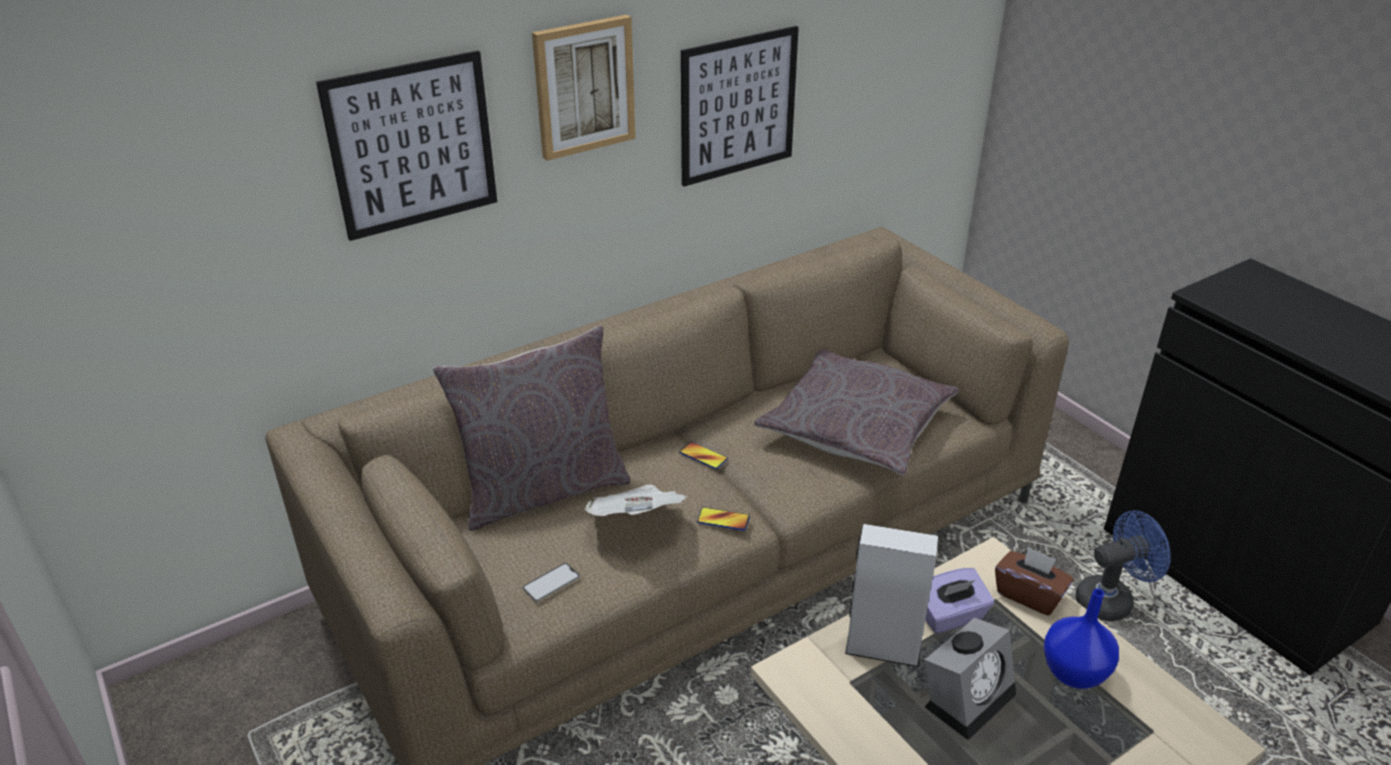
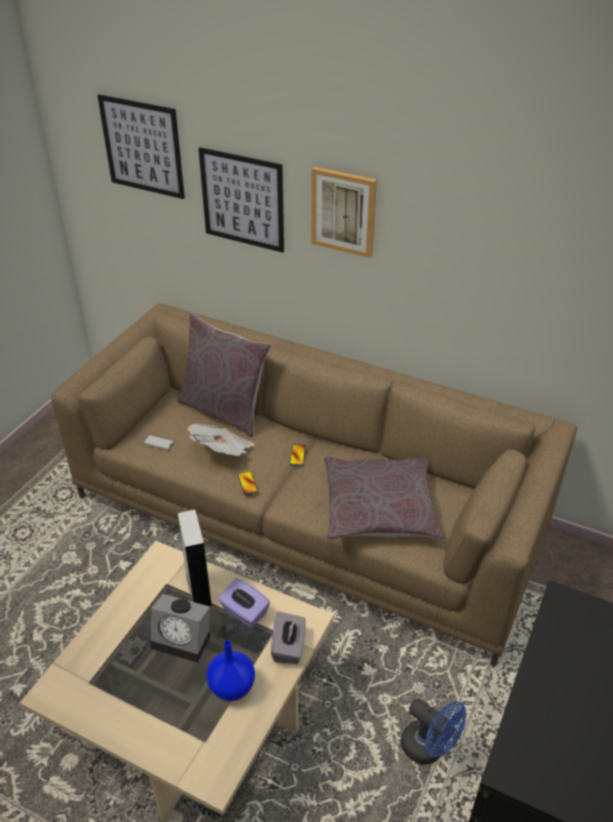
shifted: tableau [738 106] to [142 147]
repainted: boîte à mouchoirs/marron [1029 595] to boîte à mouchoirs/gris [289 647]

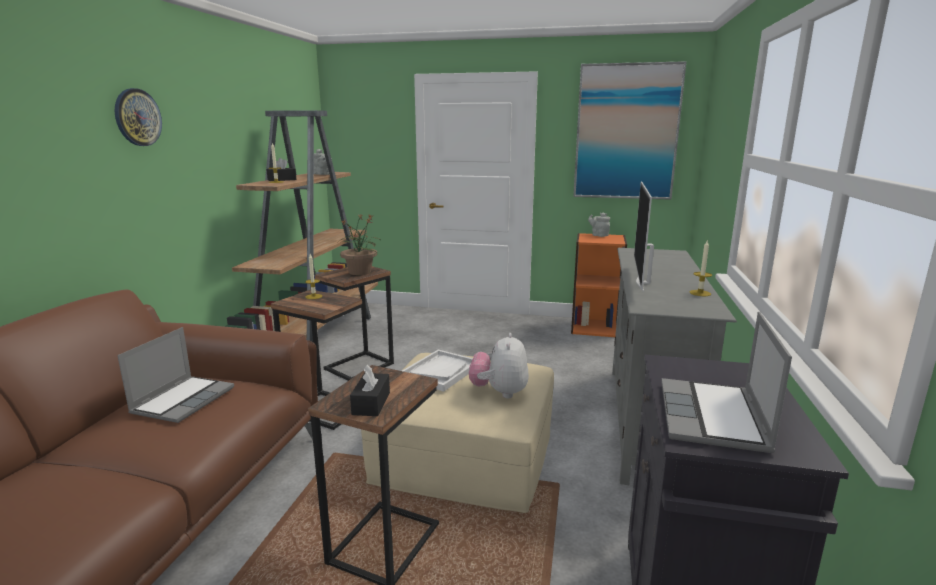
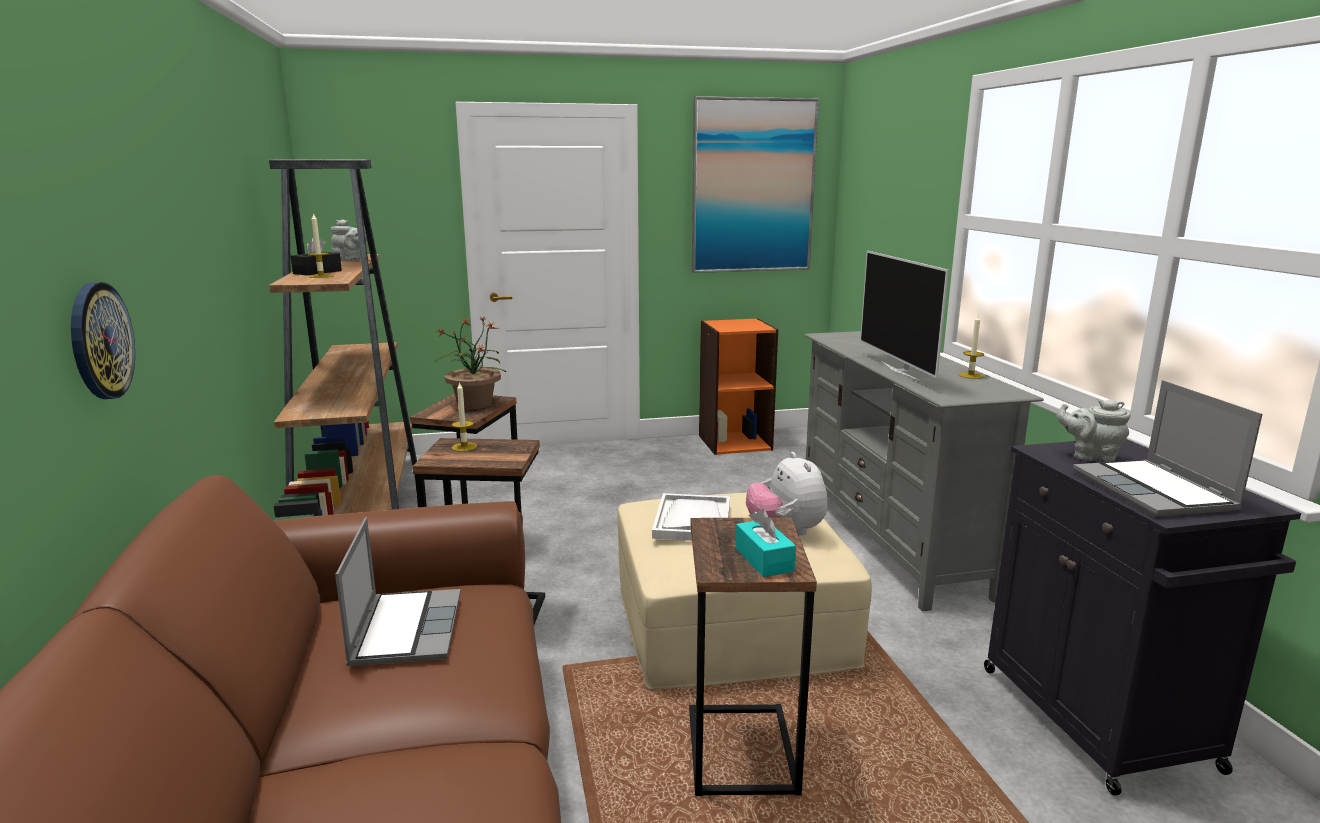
shifted: horloge murale [137 117] to [100 341]; théière/gris [599 235] to [1090 457]
repainted: boîte à mouchoirs/noir [371 403] to boîte à mouchoirs/turquoise [764 560]

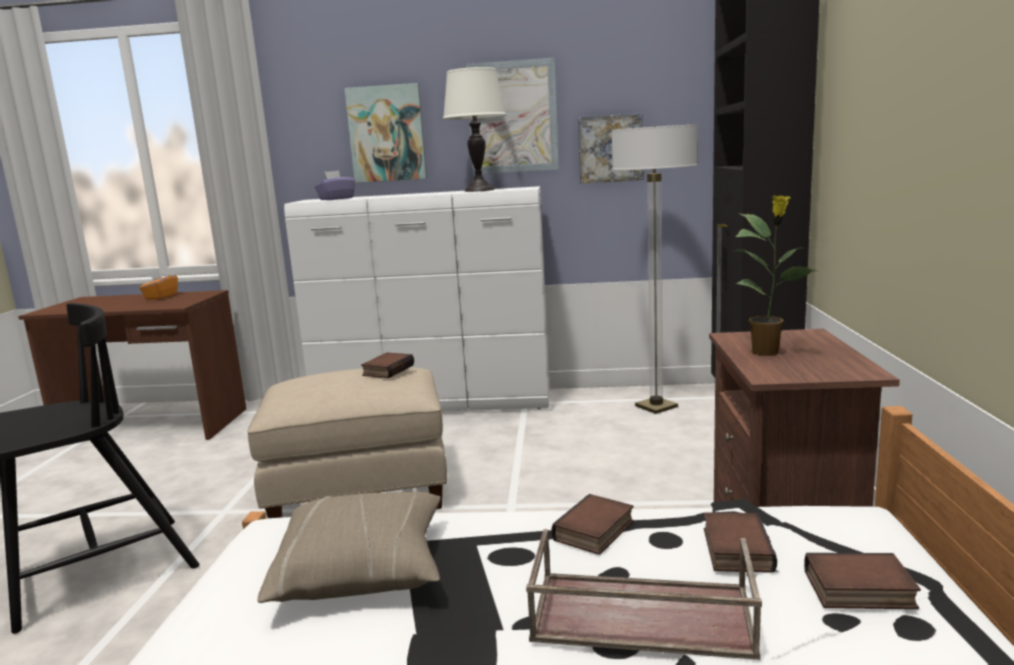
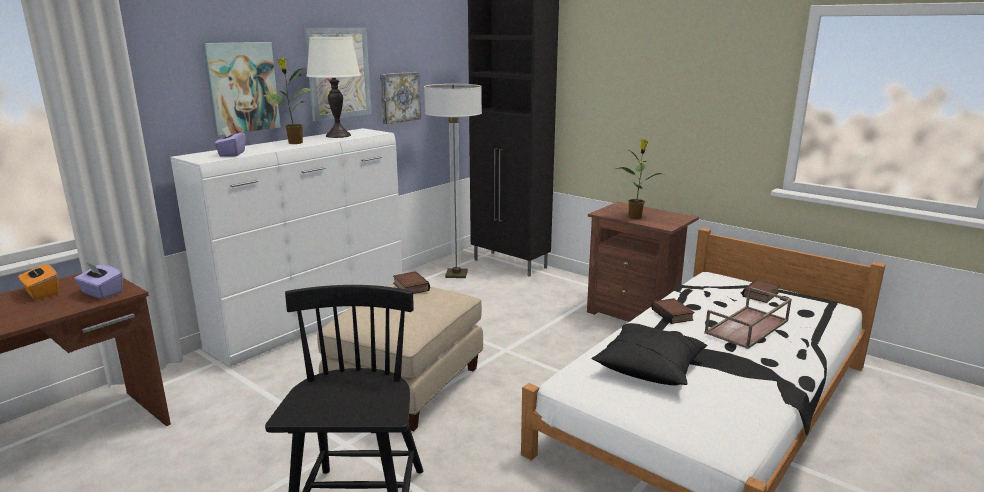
gone: livre [734 549]
new: boîte à mouchoirs/violet [101 293]; plante en pot [294 143]
repainted: coussin/beige [362 570] to coussin/noir [649 367]

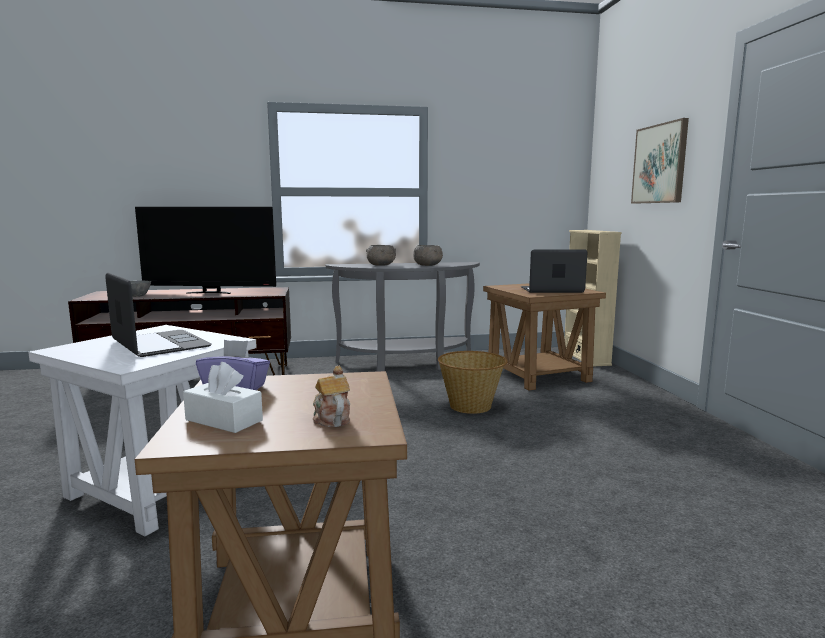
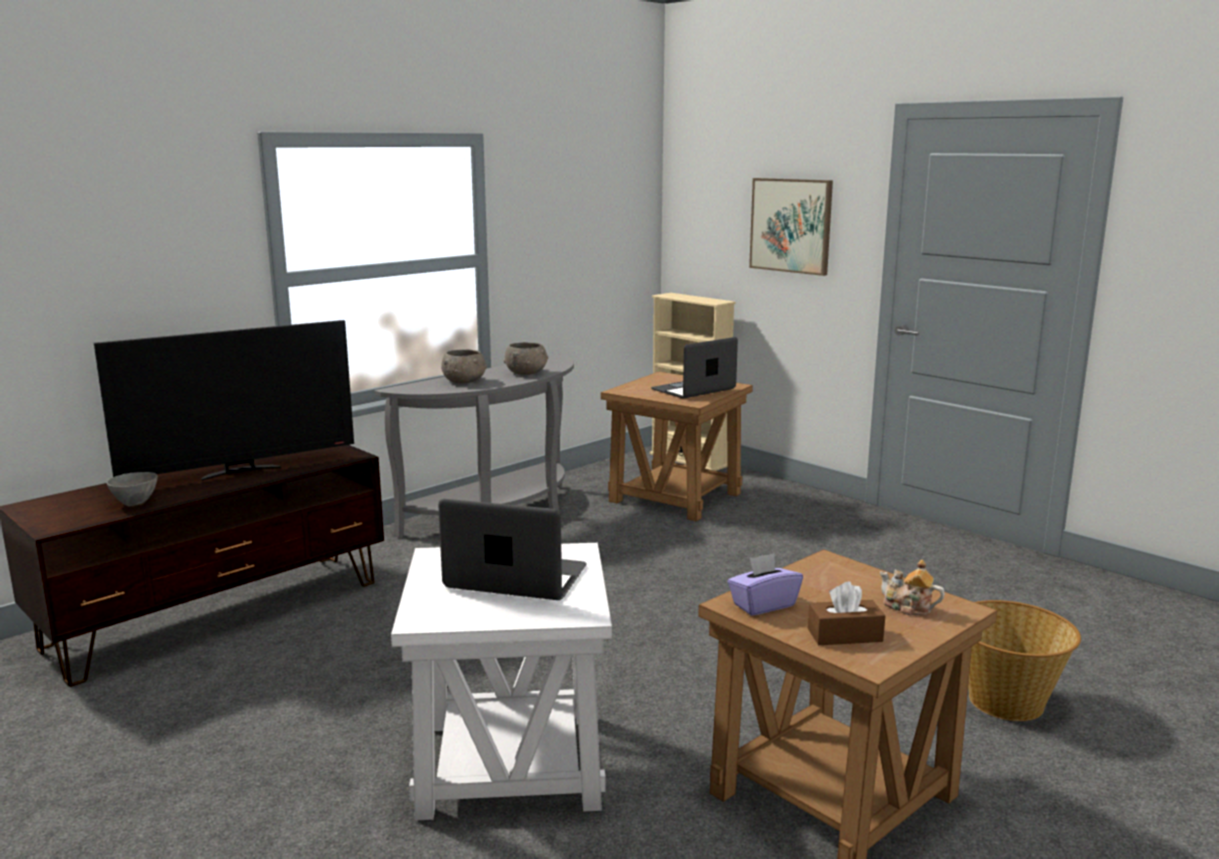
shifted: panier [471 406] to [1006 701]
repainted: boîte à mouchoirs/blanc [224 420] to boîte à mouchoirs/marron [844 635]

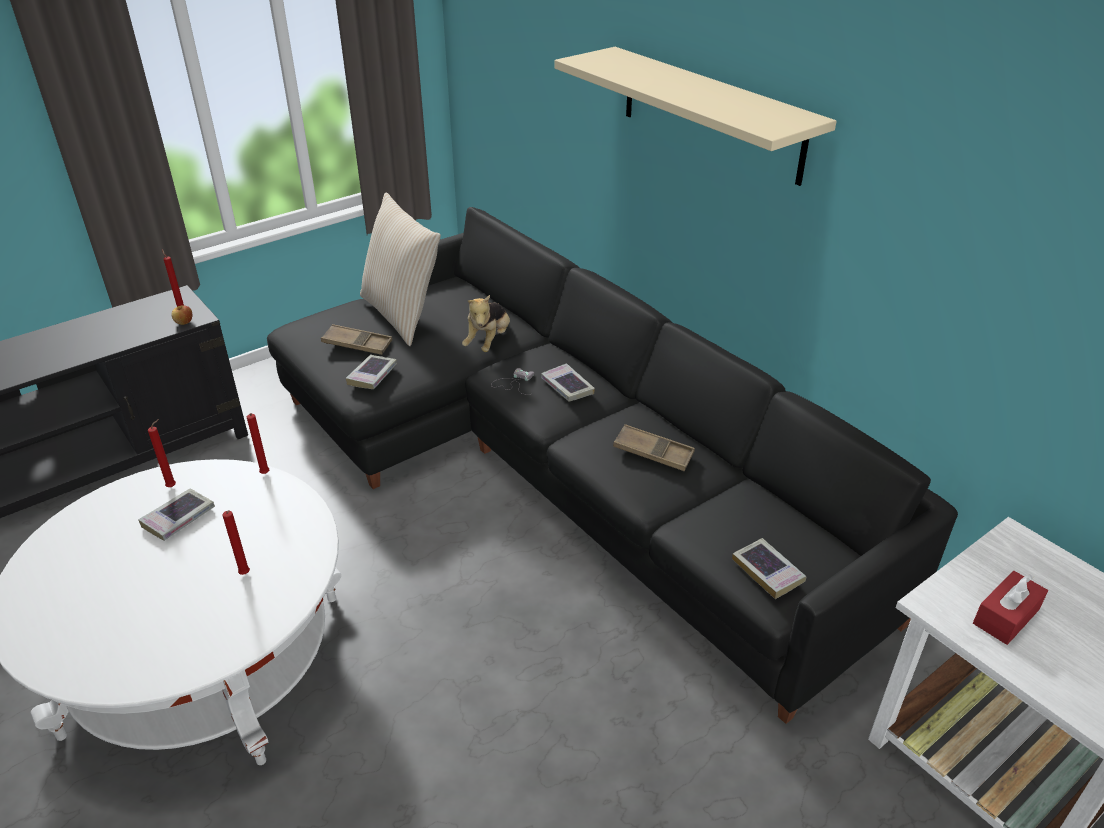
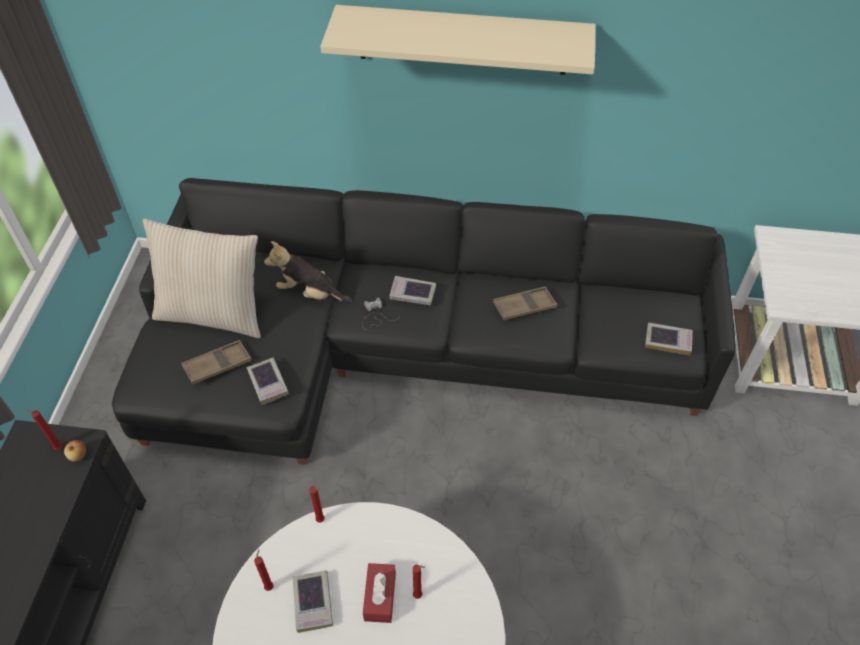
shifted: boîte à mouchoirs/rouge [1005 616] to [380 596]
rotated: peluche [488 342] = [309 293] 135 degrees clockwise

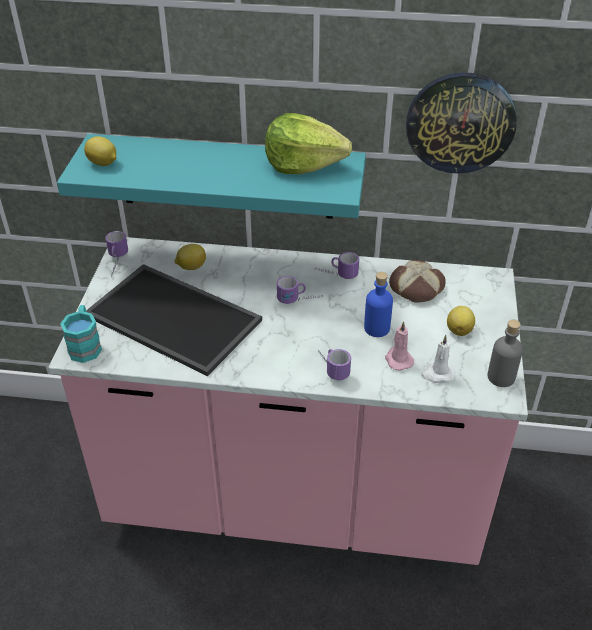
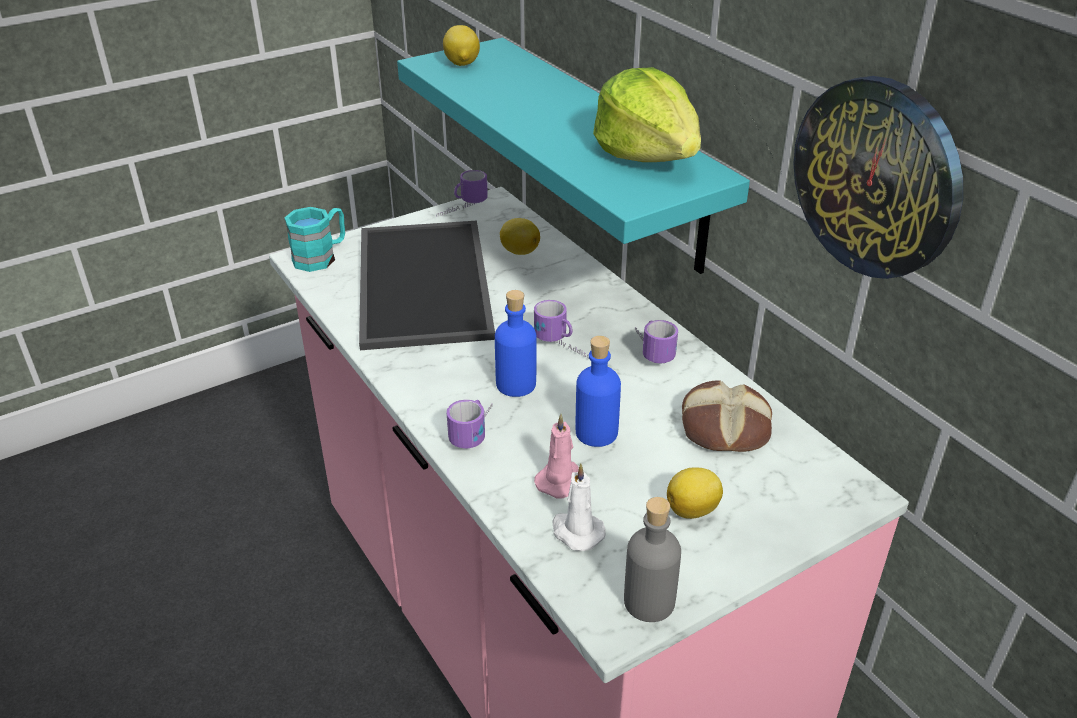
new: bouteille/bleu [516 384]

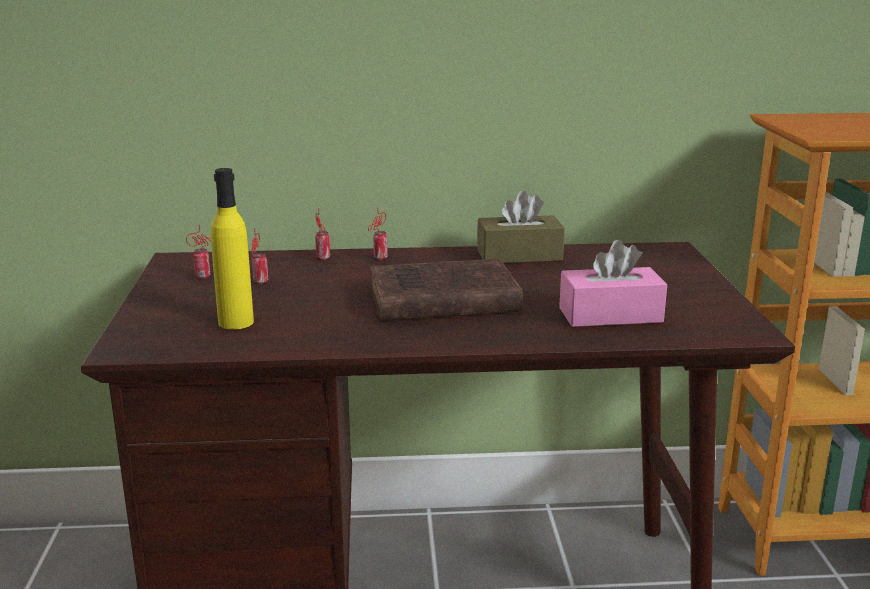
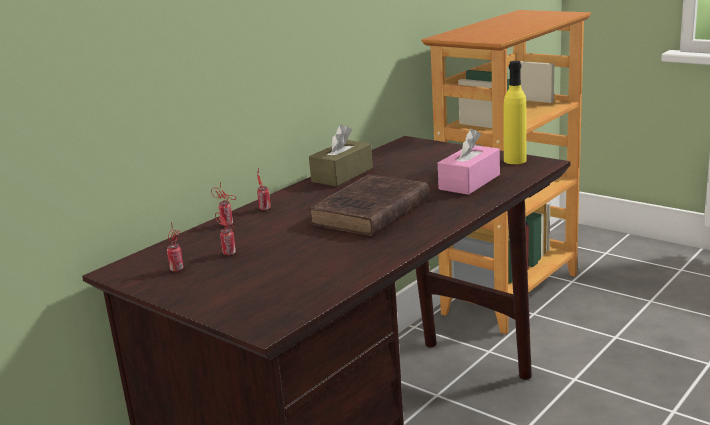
shifted: bouteille/jaune [236 322] to [515 160]

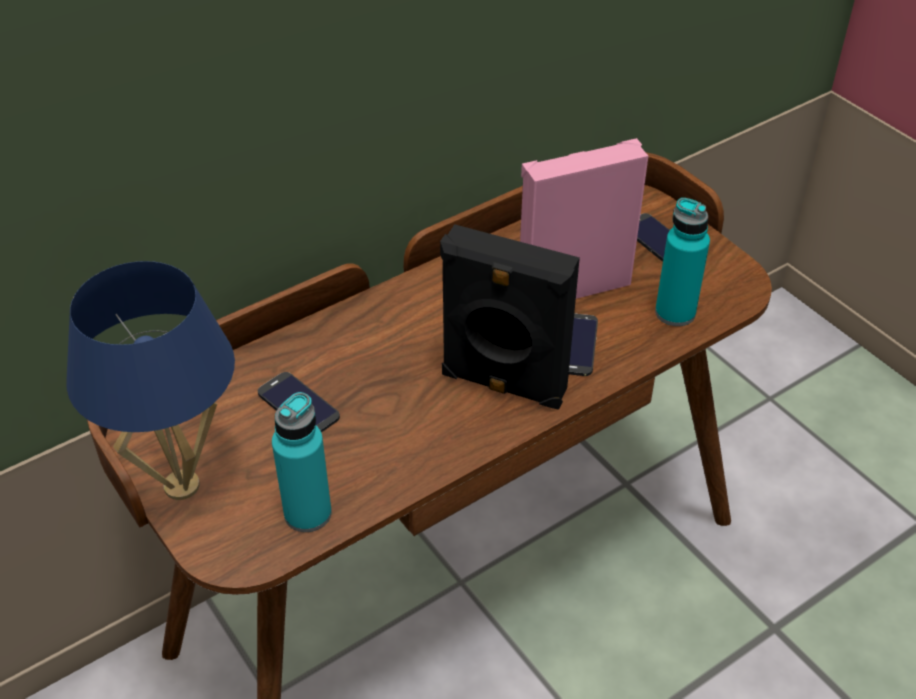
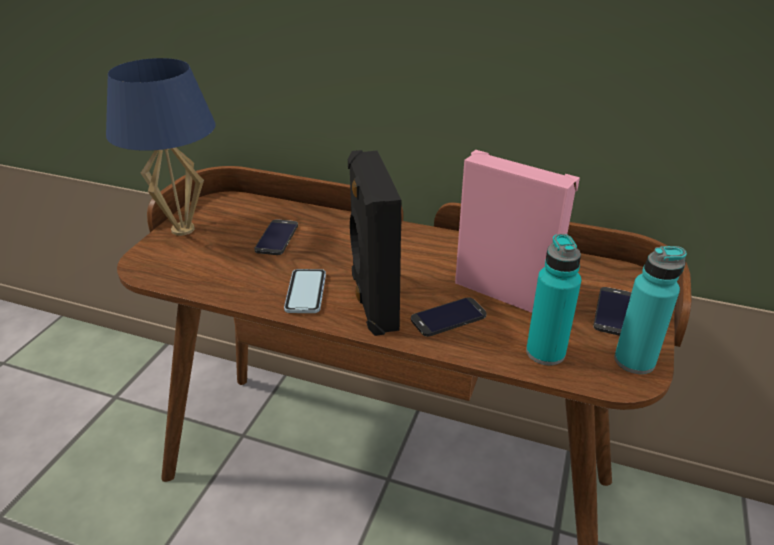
new: téléphone [306 292]
shifted: bouteille/turquoise [307 513] to [634 361]

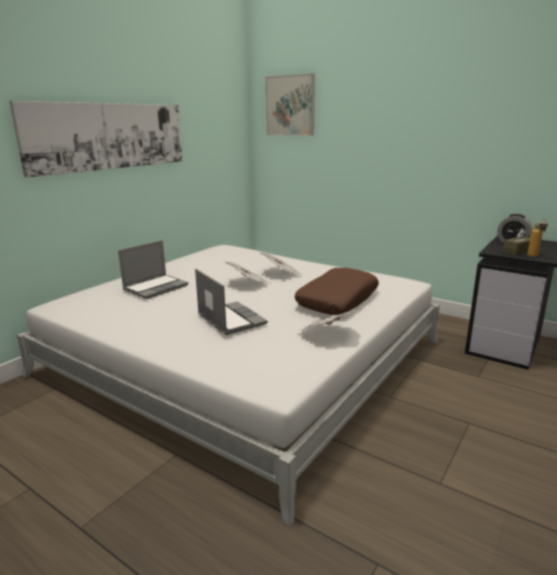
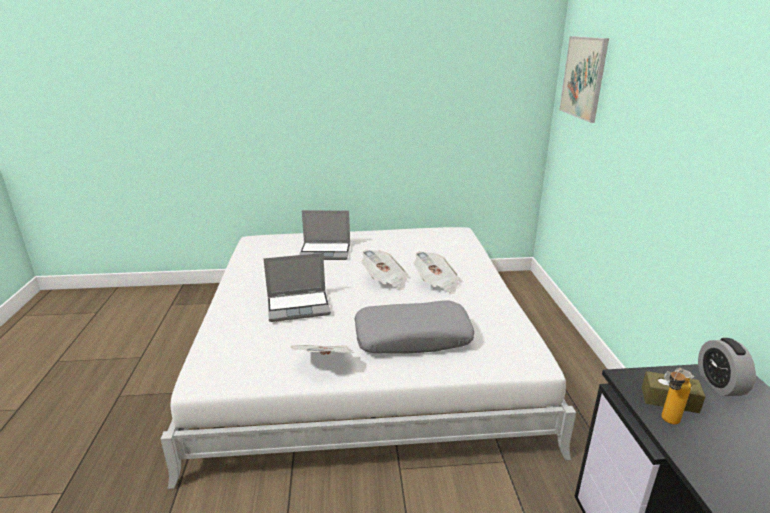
gone: tableau [109 136]
repainted: coussin/marron [337 300] to coussin/gris [413 337]
rotated: ordinateur portable [230 319] = [299 306] 60 degrees clockwise

